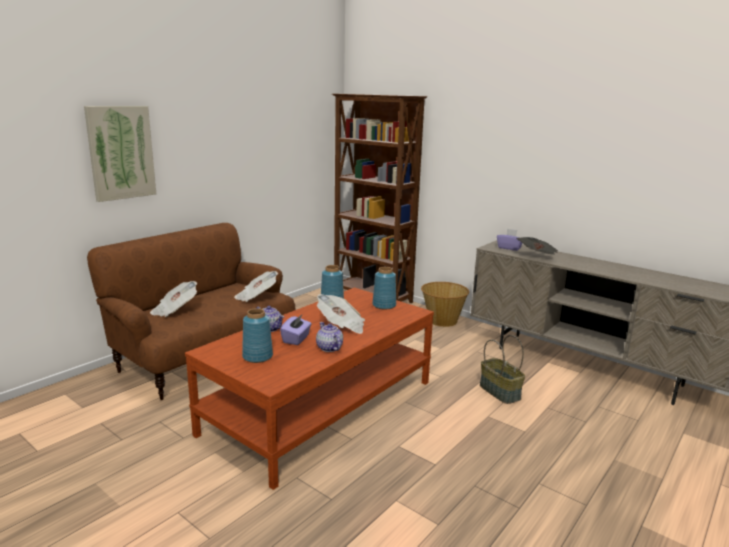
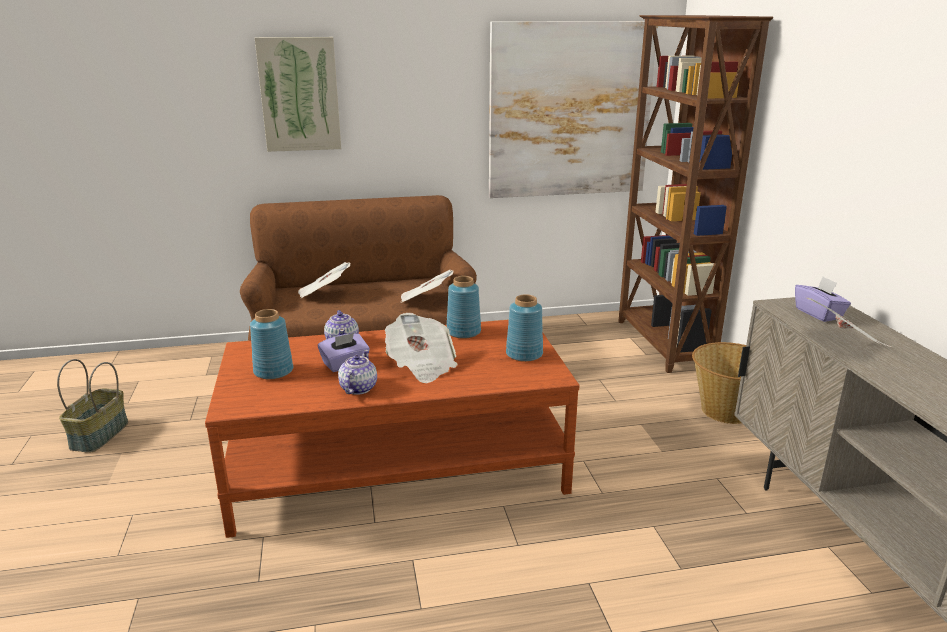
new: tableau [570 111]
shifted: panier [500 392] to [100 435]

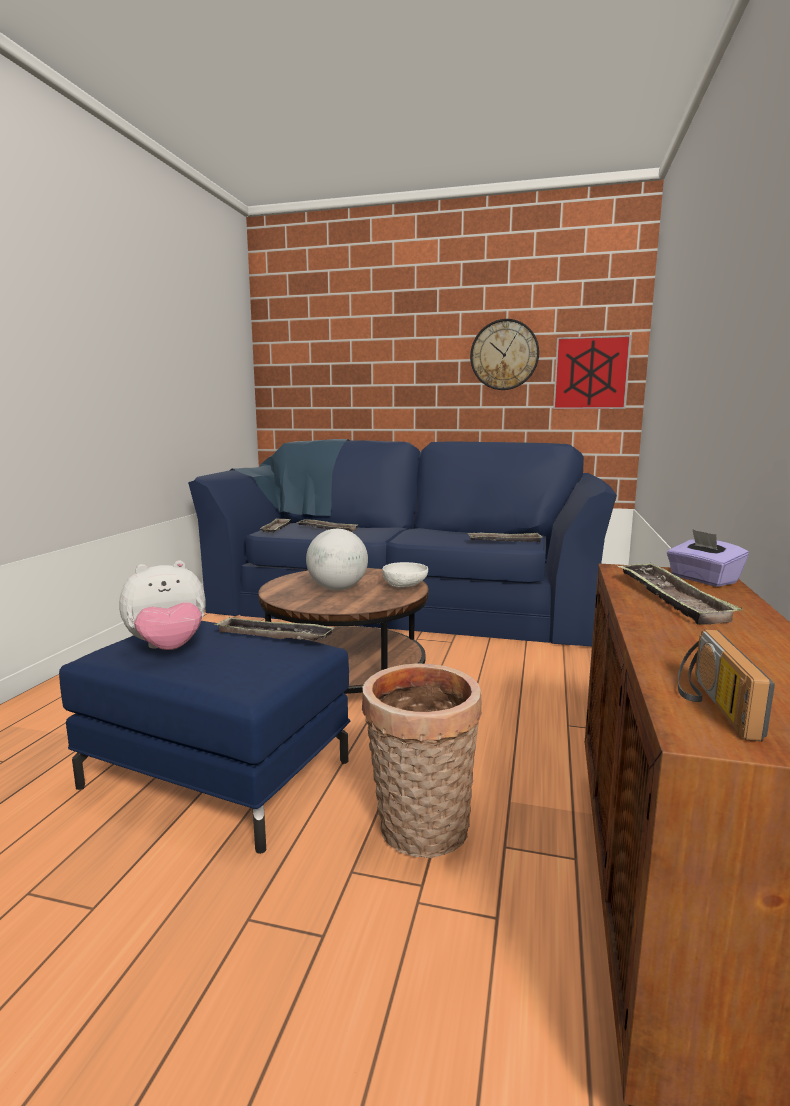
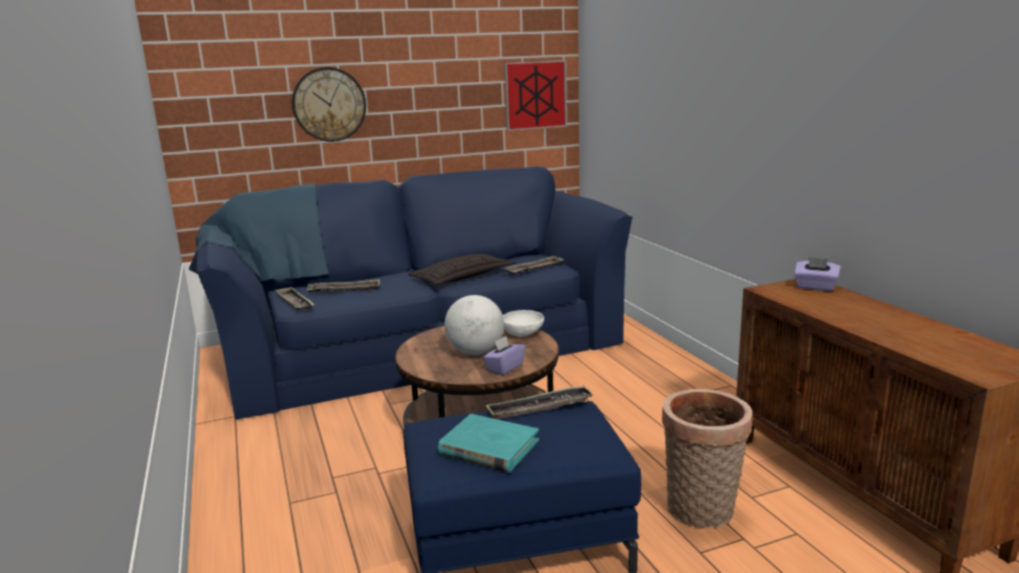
gone: plateau [670 598]; radio [710 704]
new: coussin [463 277]; boîte à mouchoirs/violet [504 368]
shifted: horloge murale [504 355] to [329 104]
swapped: peluche [168 648] to livre/turquoise [488 447]

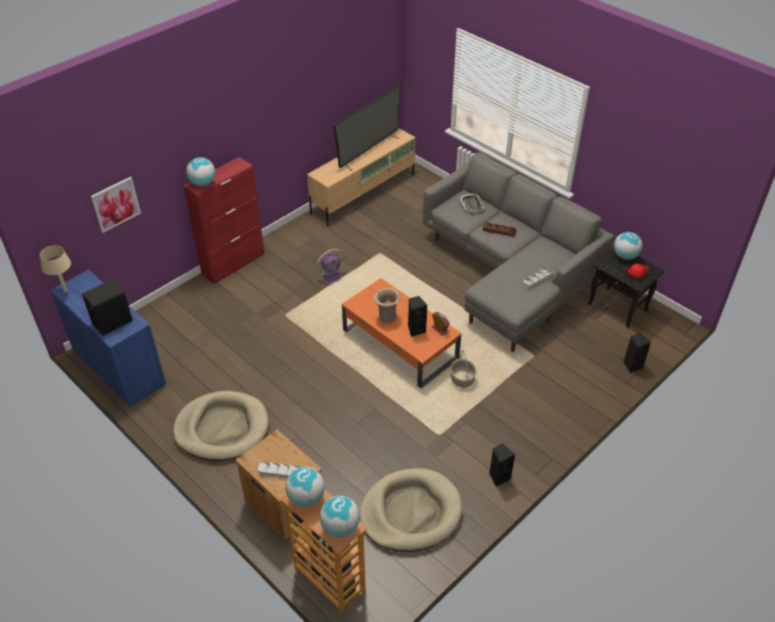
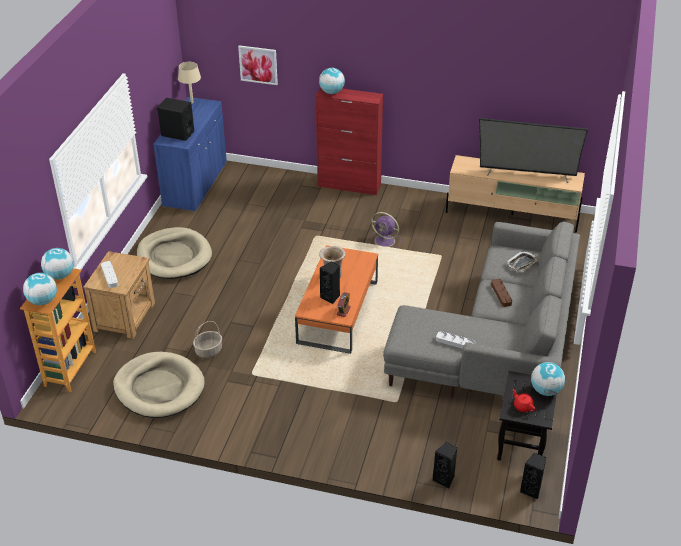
shifted: panier [462 379] to [208 351]; enceinte/noir [499 477] to [532 490]

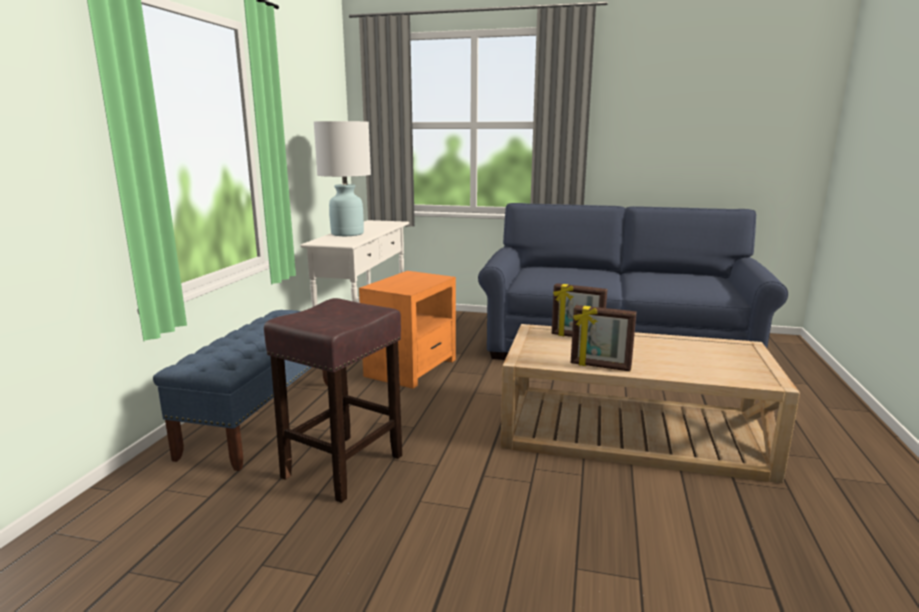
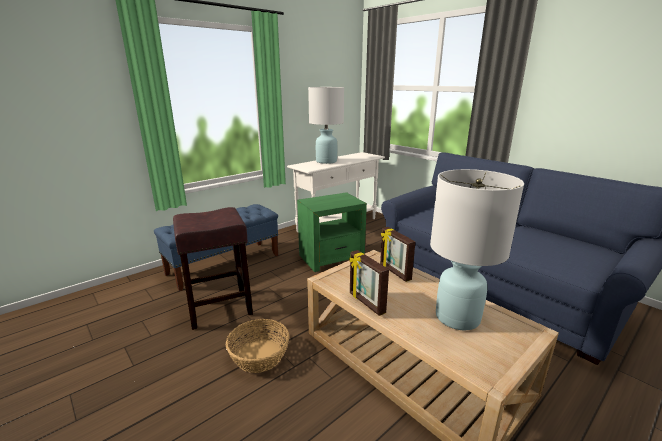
new: panier [259 355]; lampe de table/blanc [457 318]
repainted: table d'appoint/orange [412 367] to table d'appoint/vert [332 257]

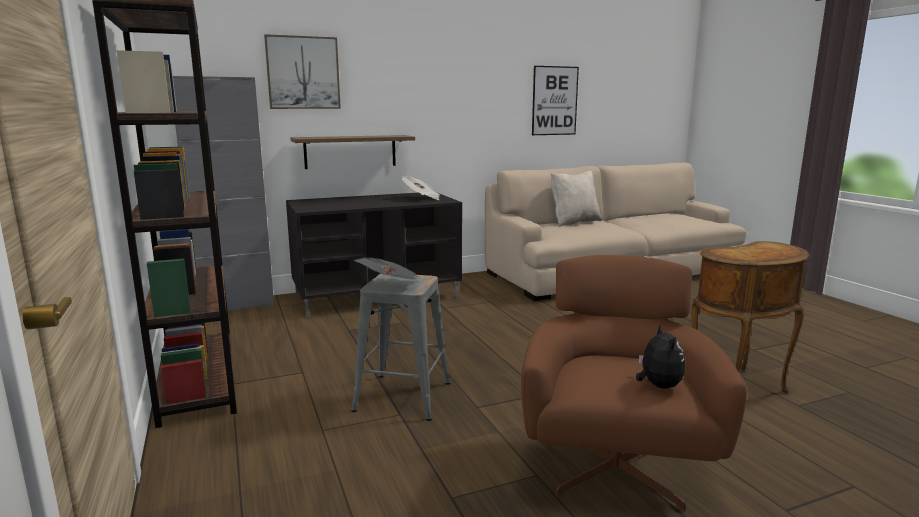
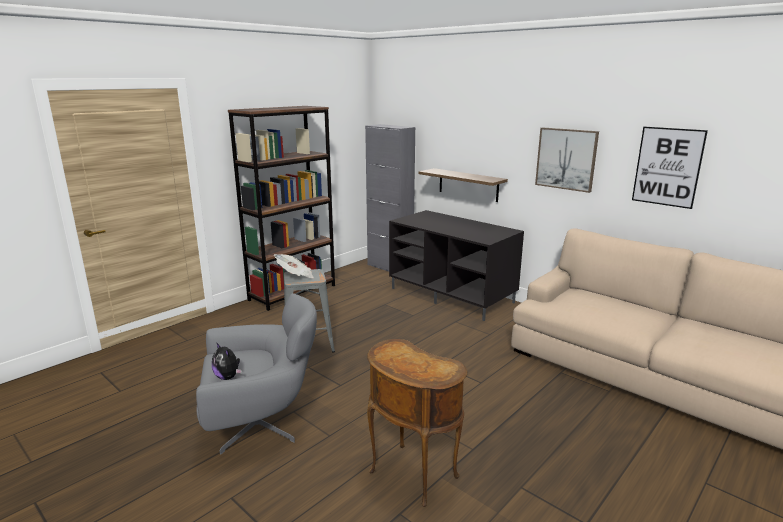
gone: journal [421 198]; coussin/beige [574 222]
shifted: tableau [303 73] to [566 159]
repainted: fauteuil/marron [614 464] to fauteuil/gris [261 424]
rotated: peluche [658 386] = [228 377] 75 degrees clockwise

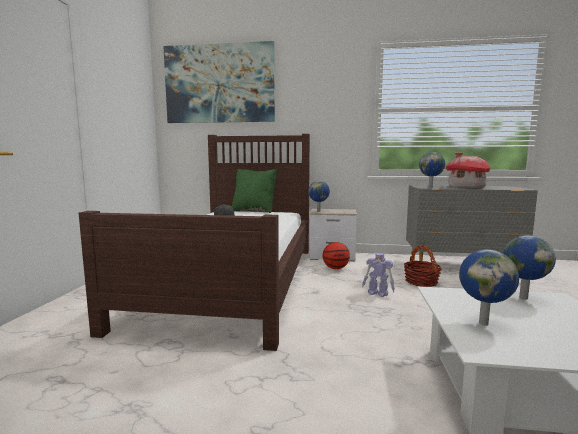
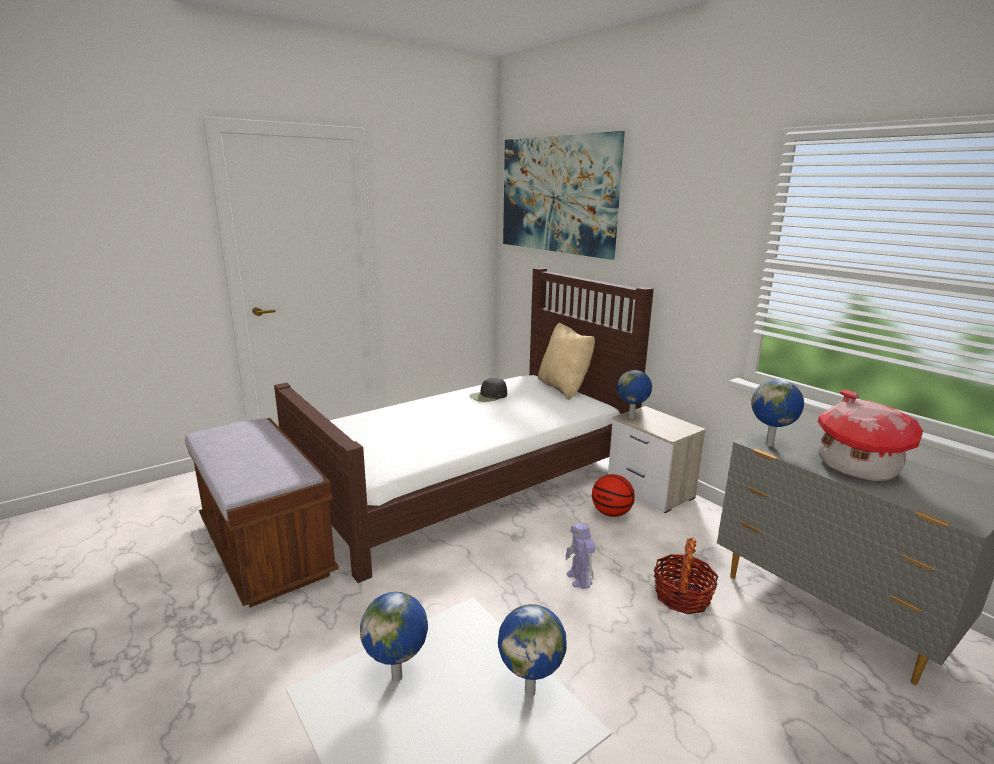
new: banc/marron [265 549]
repainted: coussin/vert [254 211] to coussin/beige [563 388]

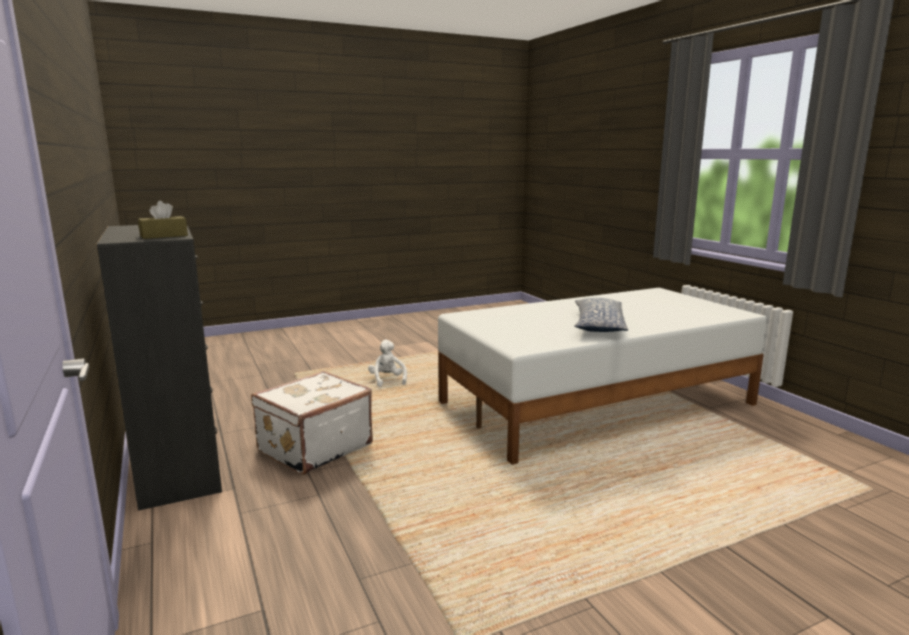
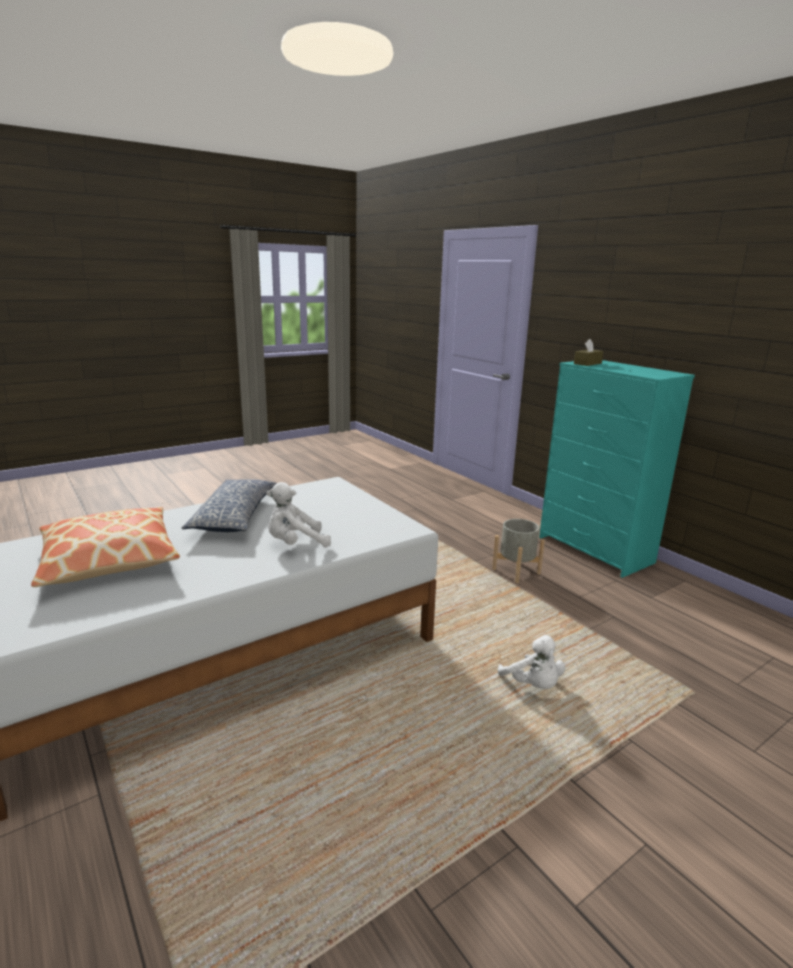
new: coussin [109 559]; peluche/blanc [295 544]
swapped: valise/blanc [313 448] to cache-pot/gris [515 571]
repainted: commode/noir [178 467] to commode/turquoise [596 550]

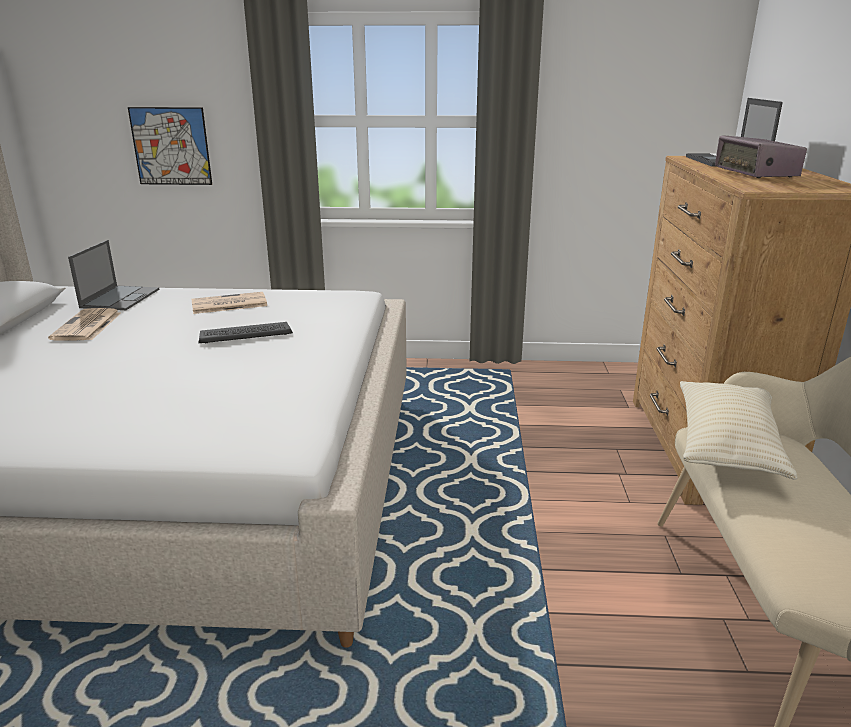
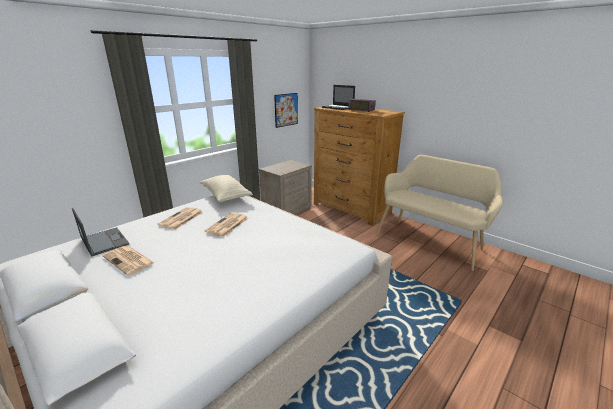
new: table de chevet/beige [286 210]
shifted: tableau [171 146] to [286 110]; coussin/beige [726 446] to [225 196]
swapped: clavier [245 334] to journal [227 225]

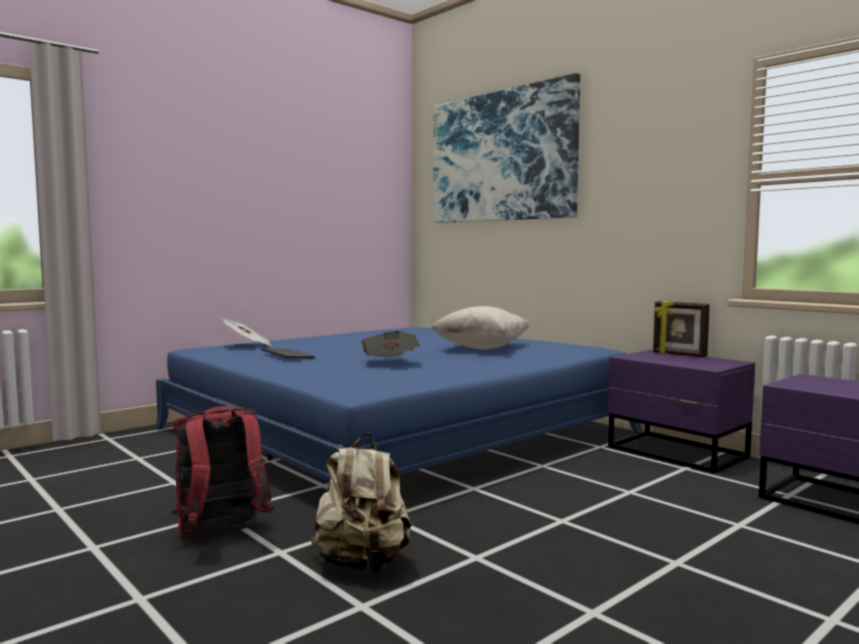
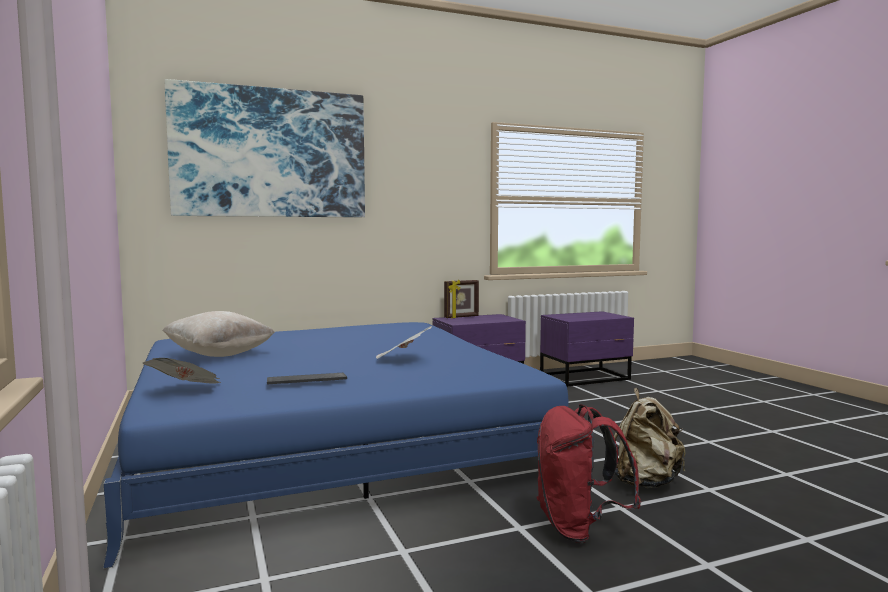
shifted: coussin/beige [481 348] to [218 355]

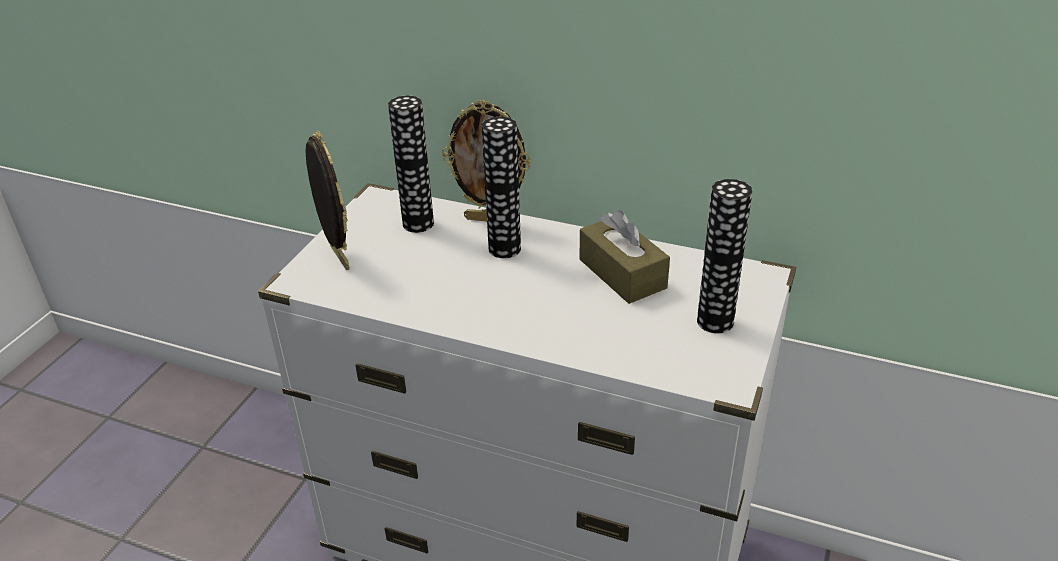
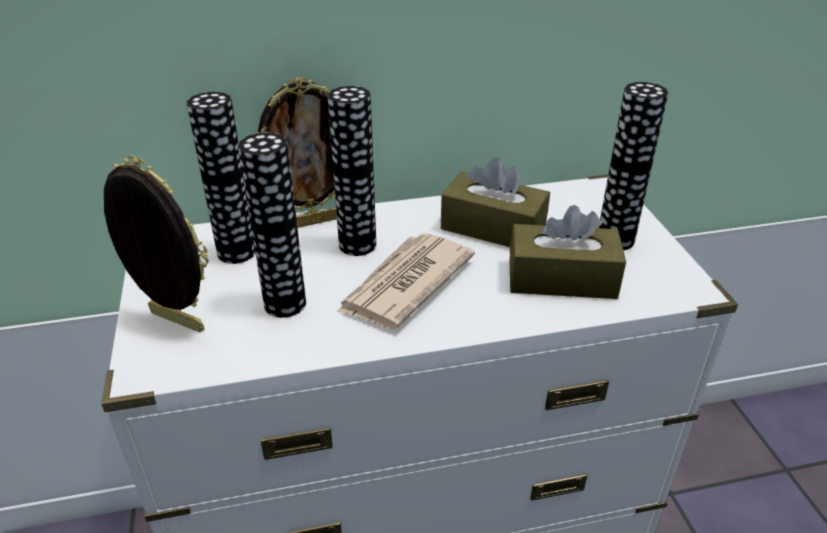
new: vase [285 304]; journal [404 284]; boîte à mouchoirs/marron [561 279]

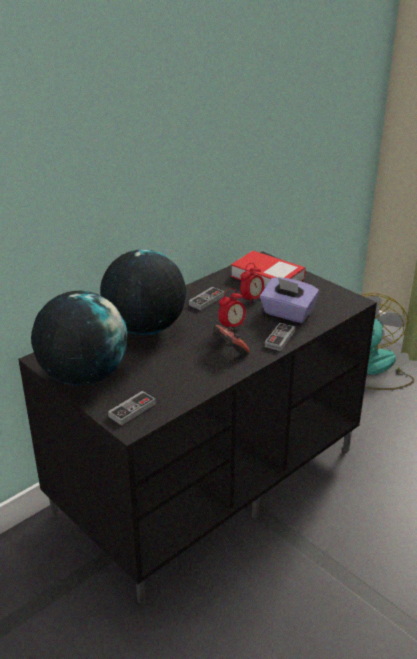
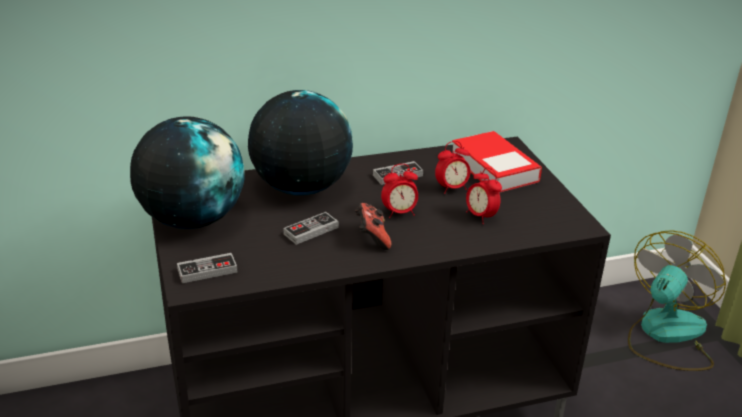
shifted: manette [280 339] to [311 231]
swapped: boîte à mouchoirs/violet [287 313] to réveil [480 216]

